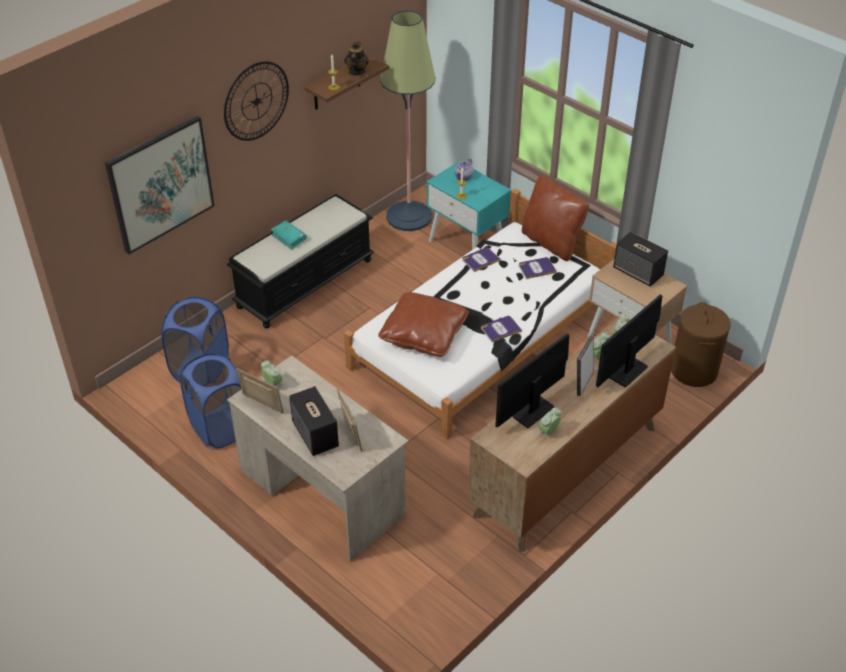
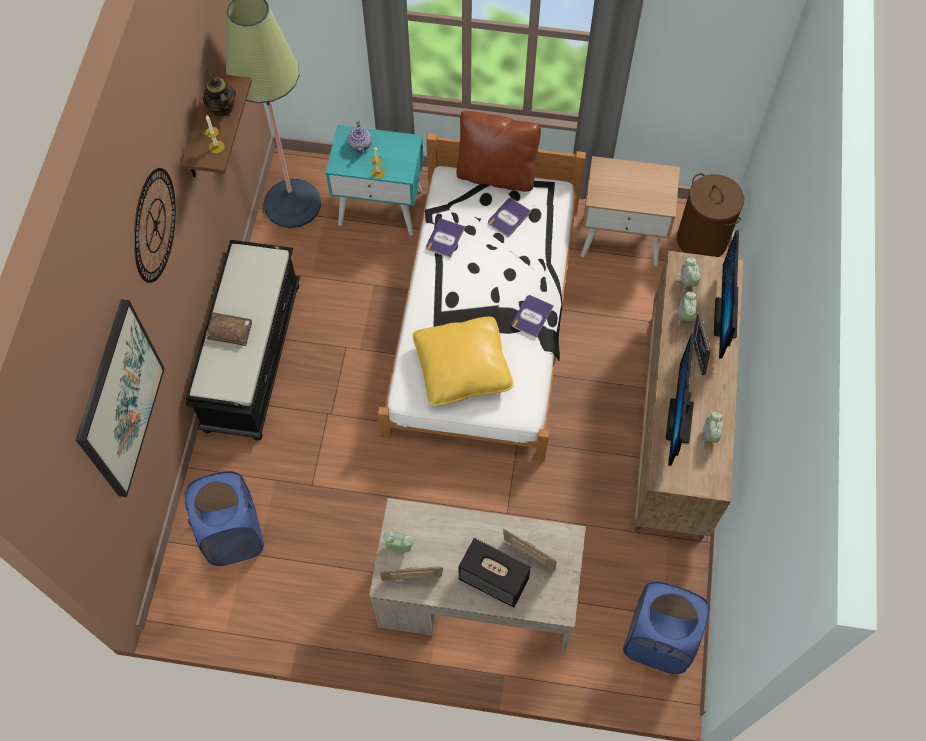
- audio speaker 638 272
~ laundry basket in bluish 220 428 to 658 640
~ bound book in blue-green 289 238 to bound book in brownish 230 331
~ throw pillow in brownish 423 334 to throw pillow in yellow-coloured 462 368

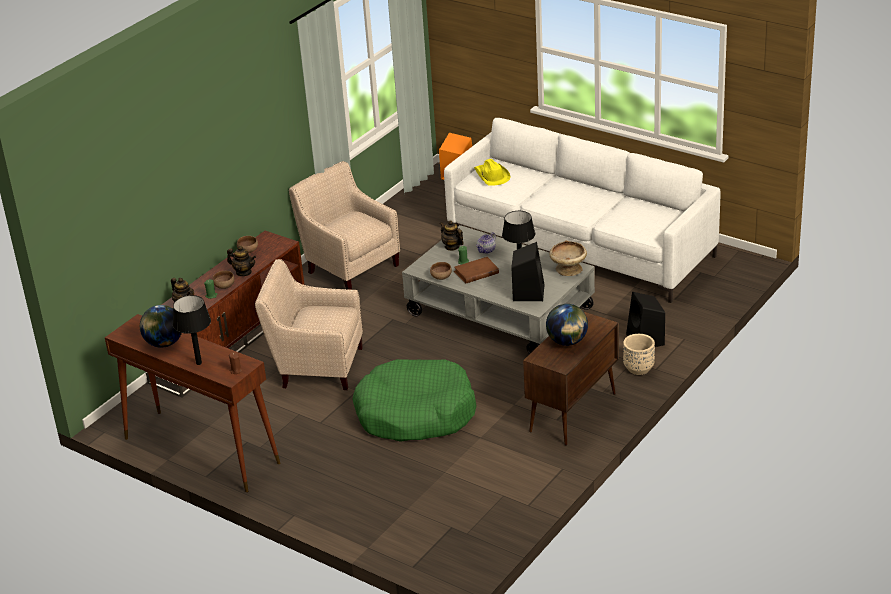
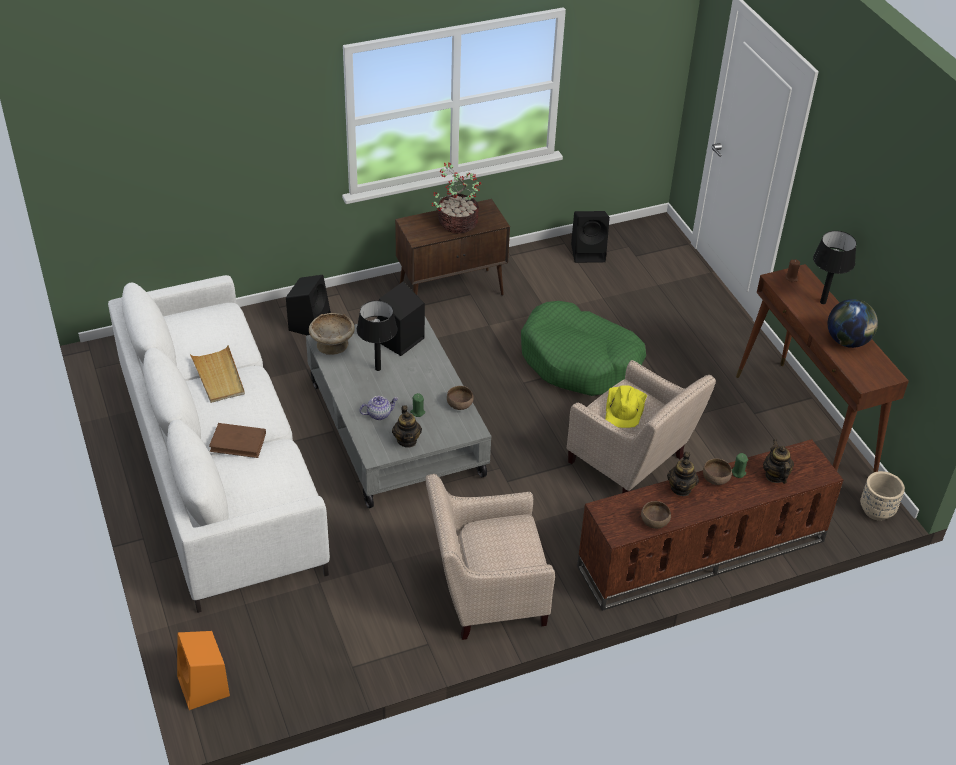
+ carrying tray in beige-coloured 218 376
+ audio speaker in black 589 252
~ bound book in brownish 476 272 to 238 442
~ clothing hat in yellow-coloured 491 176 to 625 408
~ plant pot in beige-coloured 638 368 to 876 511
~ world globe 567 341 to houseplant 456 223
~ pot for tea 243 272 = 681 488 135 degrees counterclockwise
~ easy chair in beige-coloured 350 266 = 485 593 90 degrees clockwise

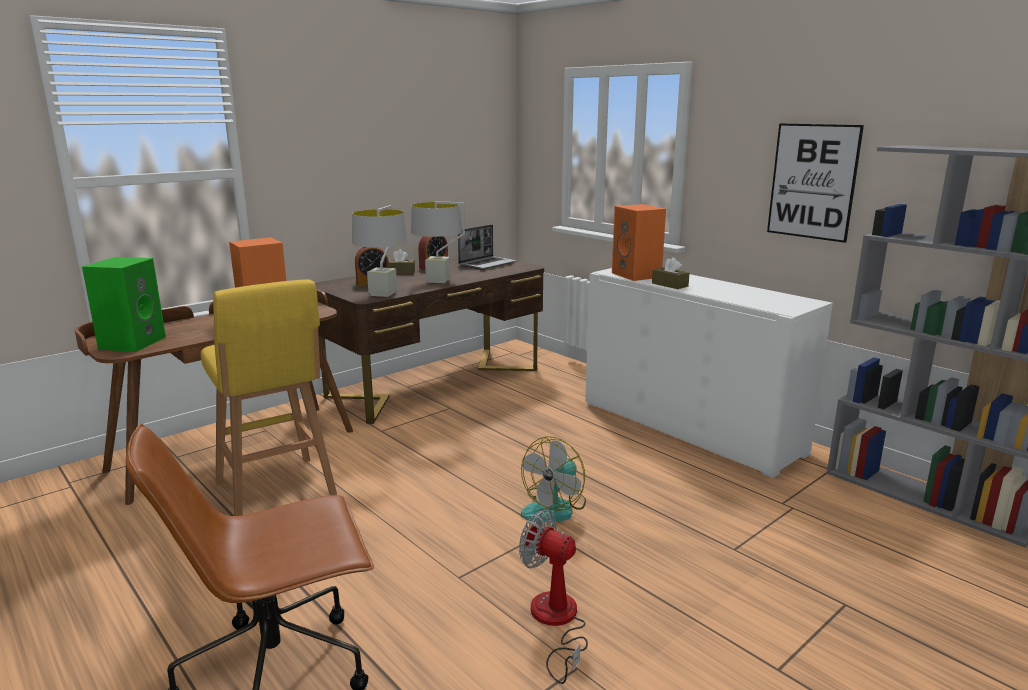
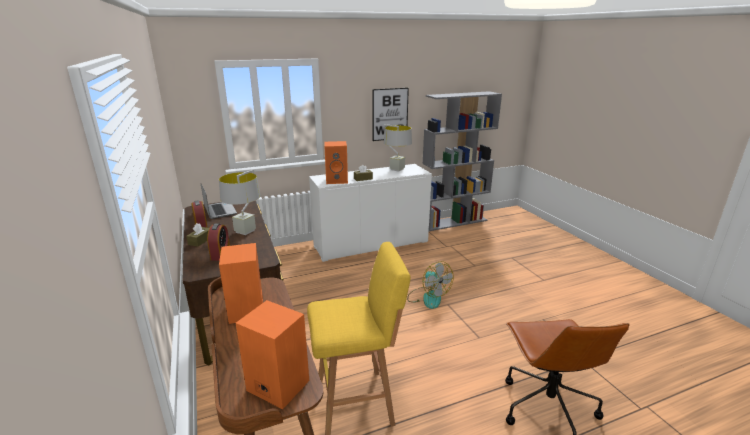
- fan 556 622
~ lamp for a table in gray 383 293 to 397 169
~ audio speaker in greenish 132 342 to audio speaker in orange-coloured 276 386

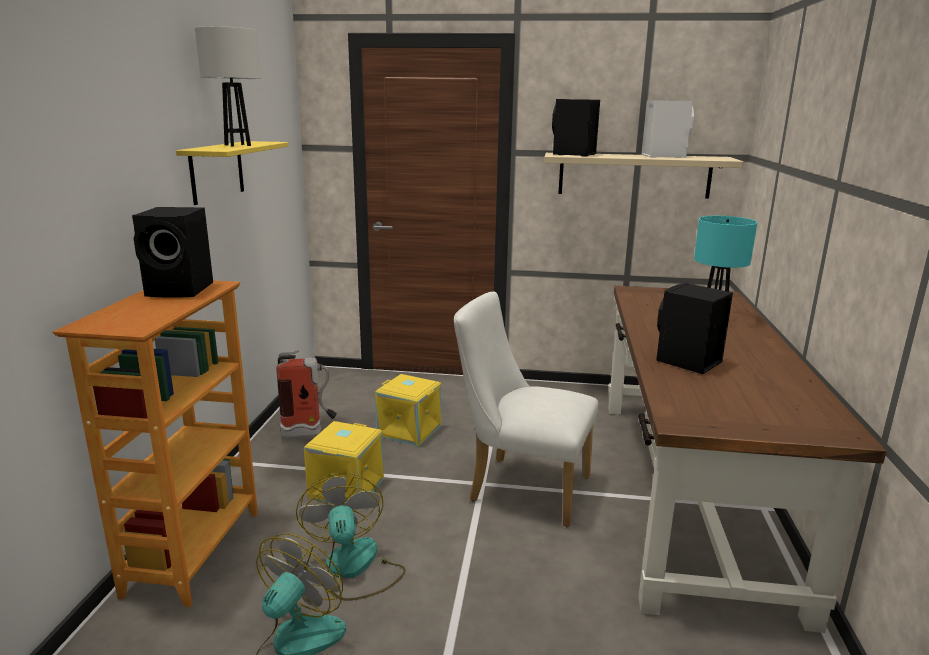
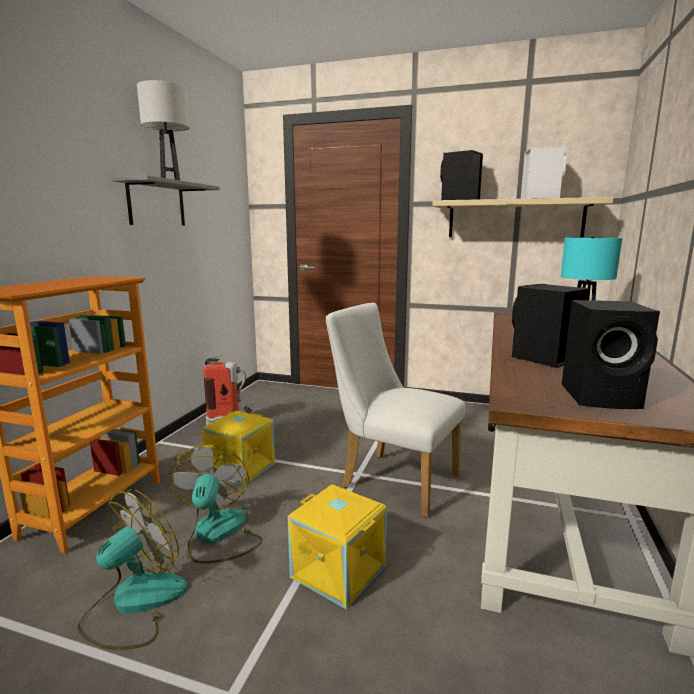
~ audio speaker in black 182 290 to 602 397
~ storage box in yellow-coloured 410 430 to 340 570
~ wall shelf in yellow-coloured 217 171 to wall shelf in gray 156 204

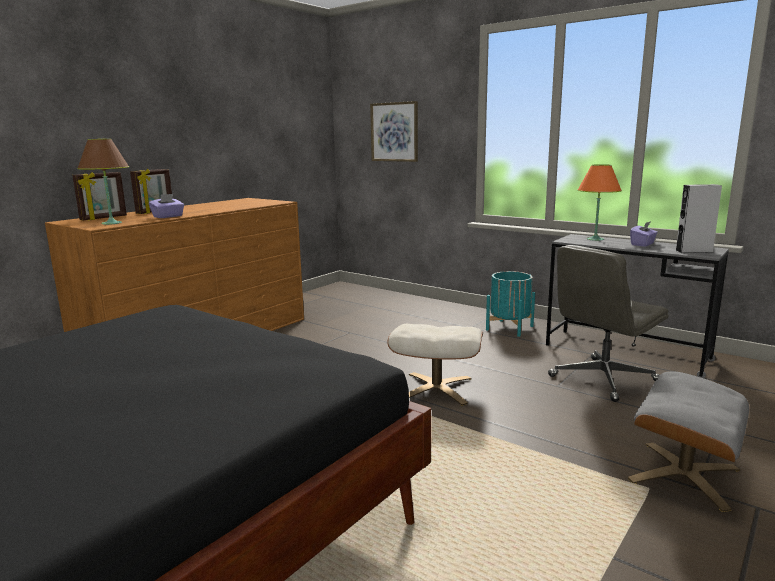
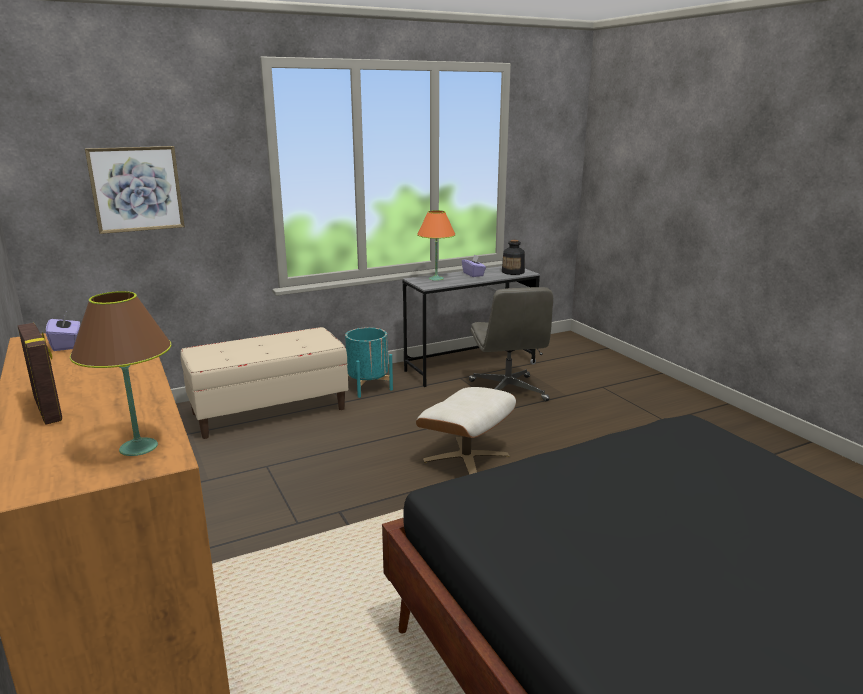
- standing frame 104 218
- pouffe in gray 683 474
+ long seat in beige-coloured 269 411
~ tissue holder in purple 168 216 to 67 345
~ audio speaker in gray 694 251 to bottle 513 272

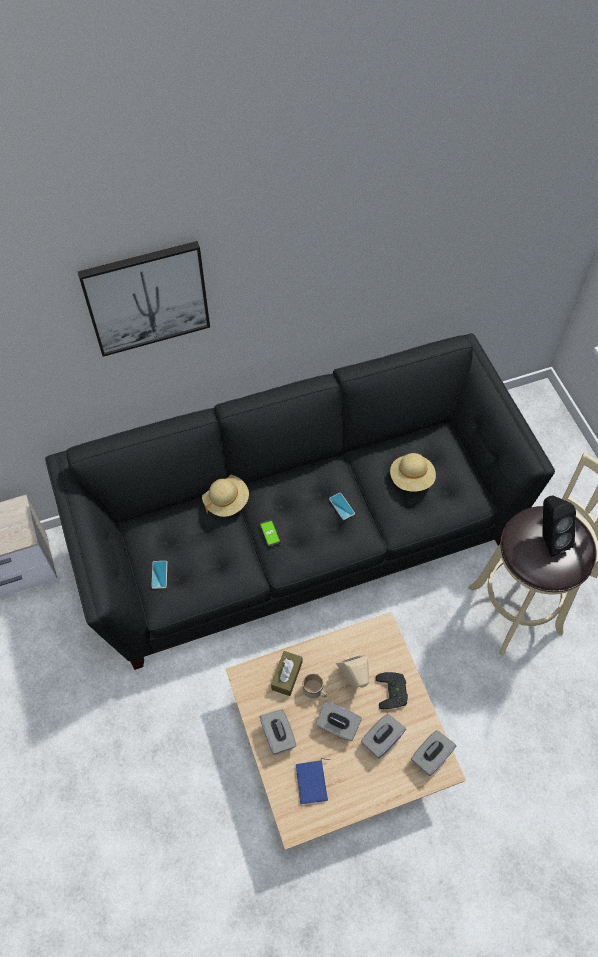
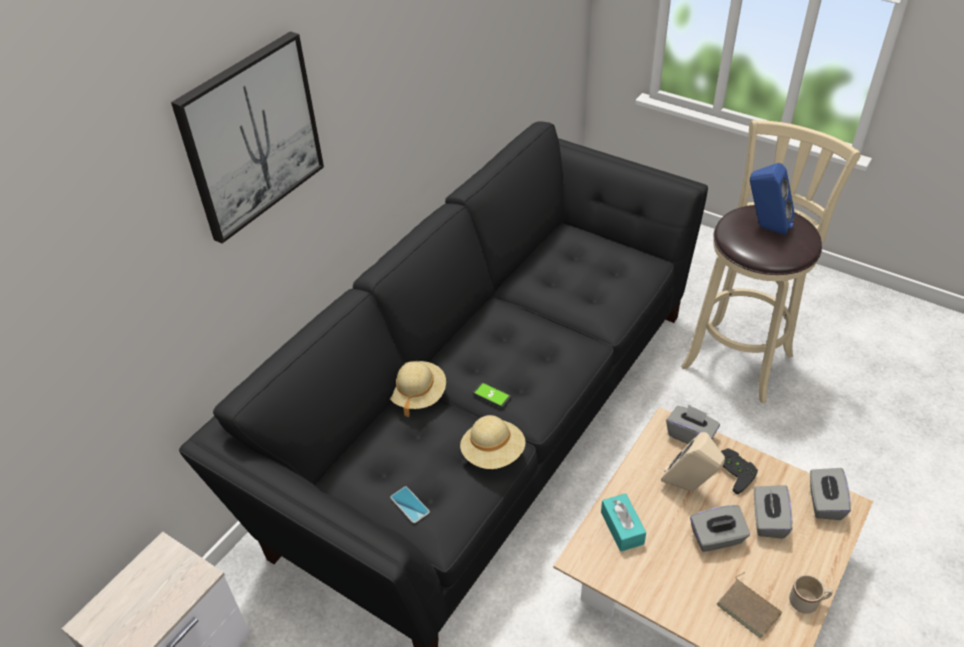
- phone 341 506
~ tissue holder in gray 278 736 to 690 435
~ coffee mug in beige-coloured 315 691 to 807 602
~ clothing hat in beige-coloured 411 479 to 493 453
~ tissue holder in brownish 287 676 to tissue holder in blue-green 622 528
~ bound book in bluish 313 782 to bound book in brownish 749 608
~ audio speaker in black 548 539 to audio speaker in bluish 765 227

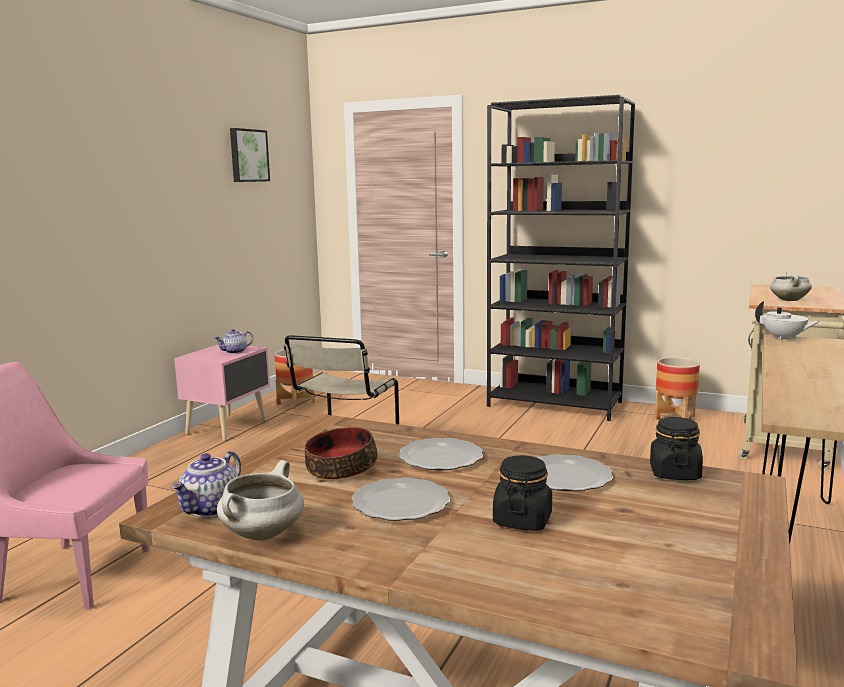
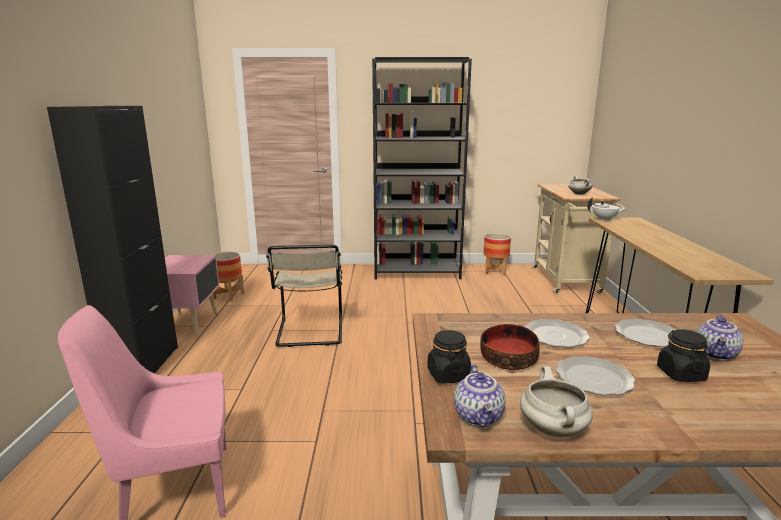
- wall art 248 155
+ cupboard in black 143 366
~ pot for tea 235 352 to 716 354
~ storage jar in black 674 473 to 448 375

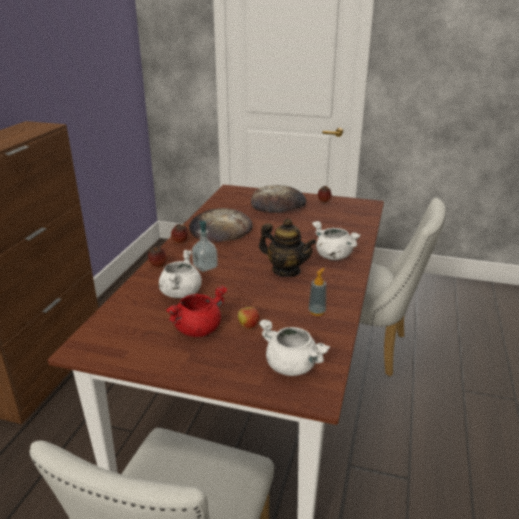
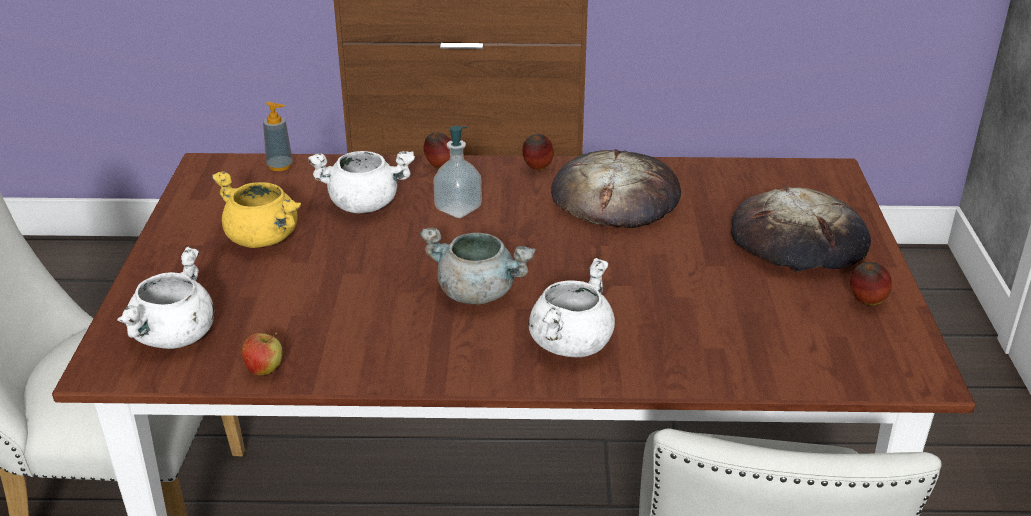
~ apple 248 326 to 265 370
~ soap dispenser 317 311 to 280 166
~ pot for tea 286 270 to stockpot in gray 478 292
~ stockpot in reddish 198 329 to stockpot in yellow-coloured 264 238

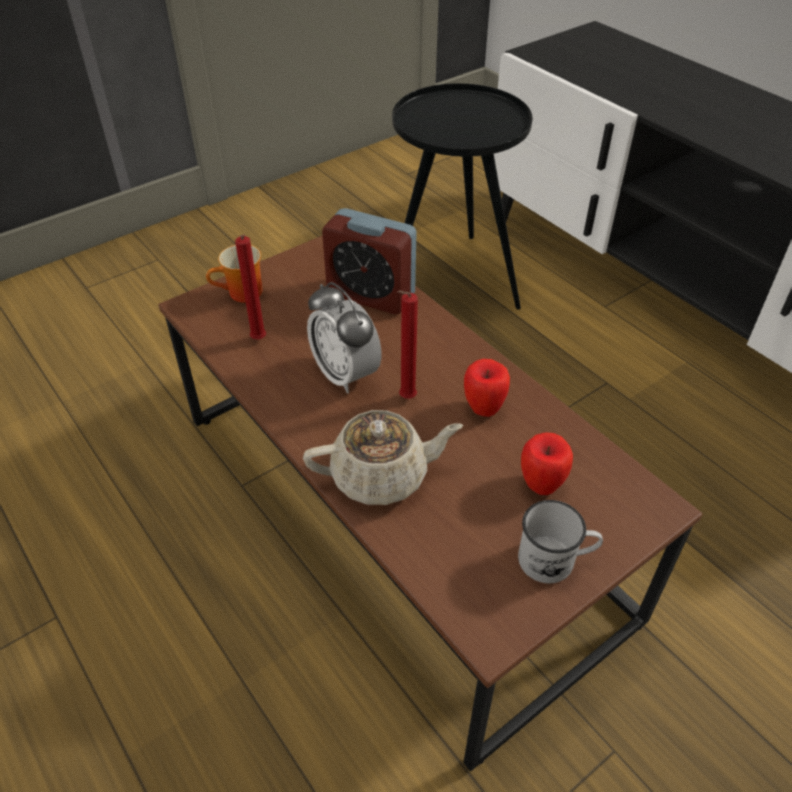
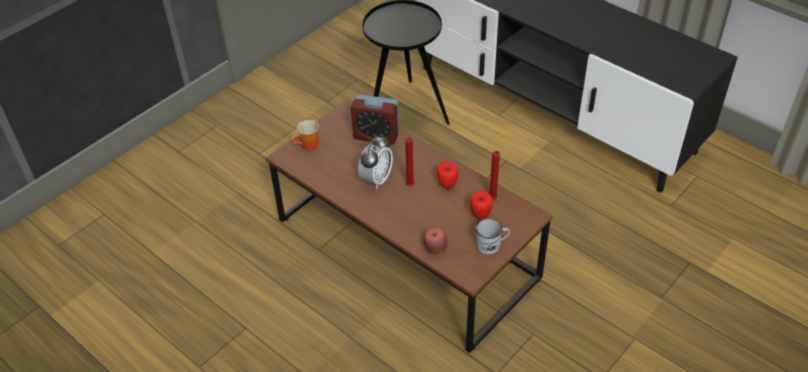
- pot for tea in beige-coloured 382 476
+ apple 435 249
~ wax light in reddish 258 341 to 493 200
~ bedside clock 345 374 = 376 179 105 degrees counterclockwise

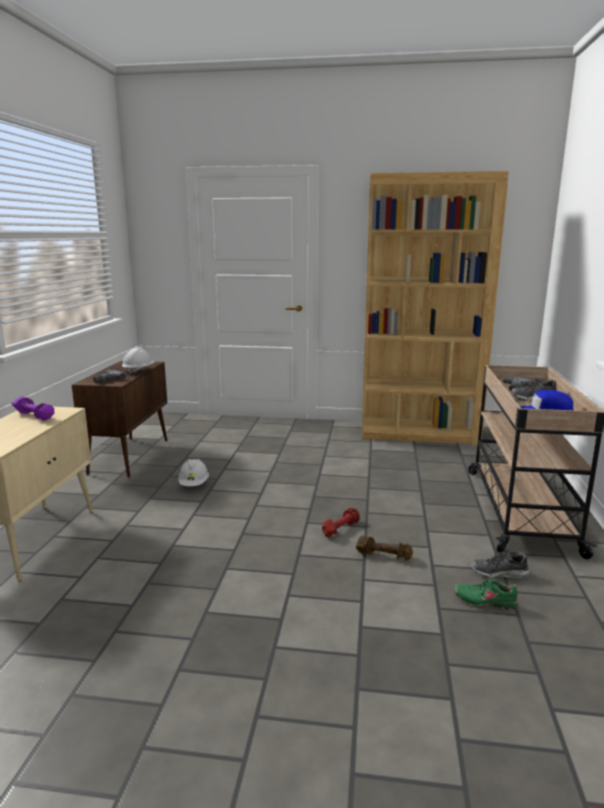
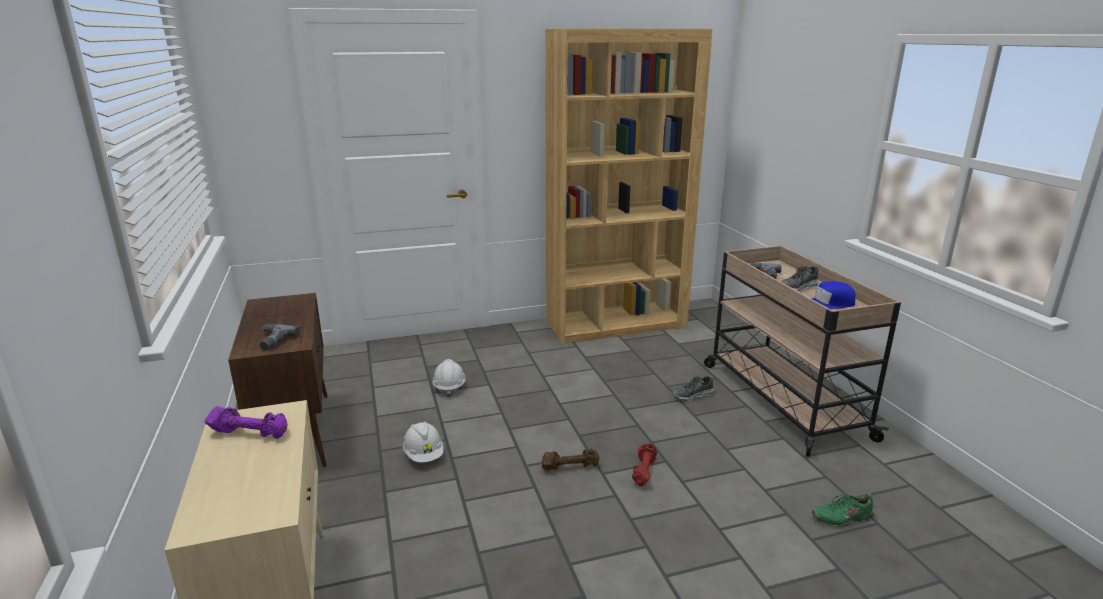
~ safety helmet in white-coloured 138 371 to 449 387
~ free weight in brownish 384 555 to 570 467
~ item of footwear 499 573 to 693 395

